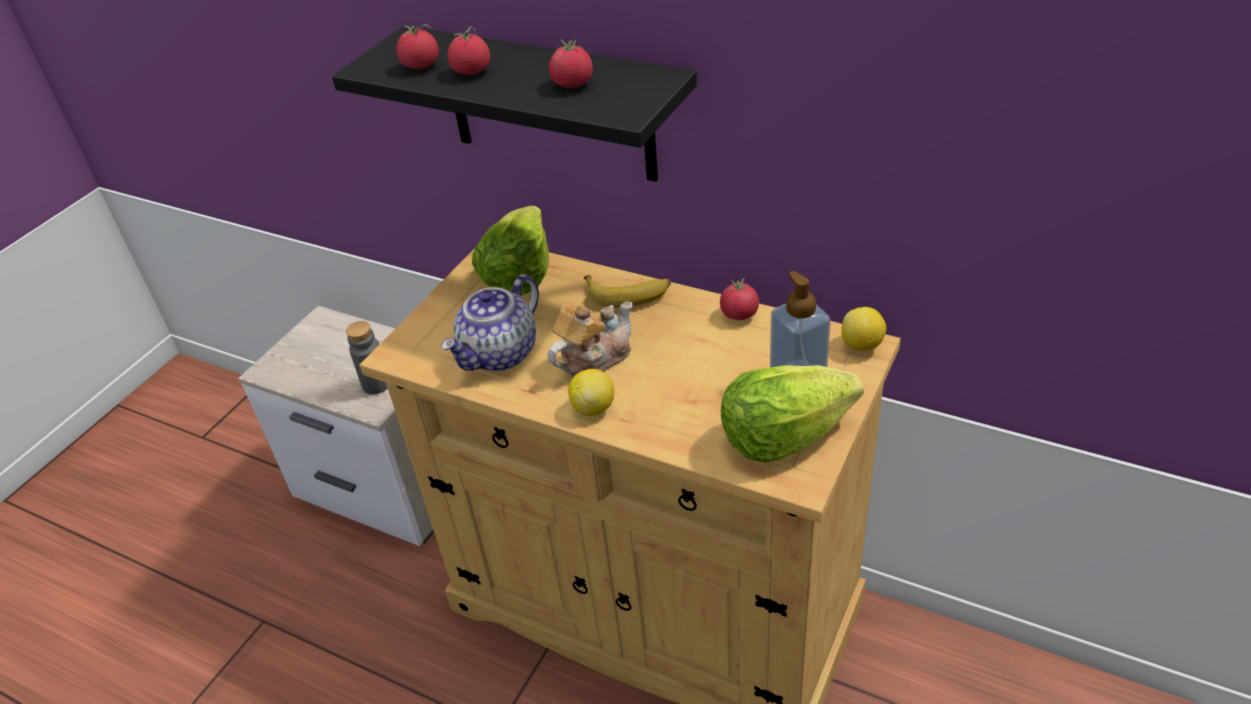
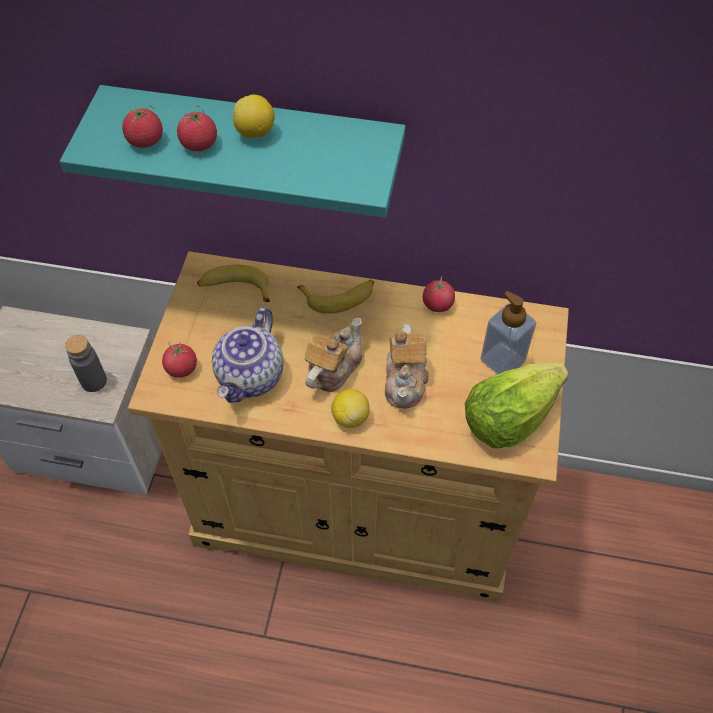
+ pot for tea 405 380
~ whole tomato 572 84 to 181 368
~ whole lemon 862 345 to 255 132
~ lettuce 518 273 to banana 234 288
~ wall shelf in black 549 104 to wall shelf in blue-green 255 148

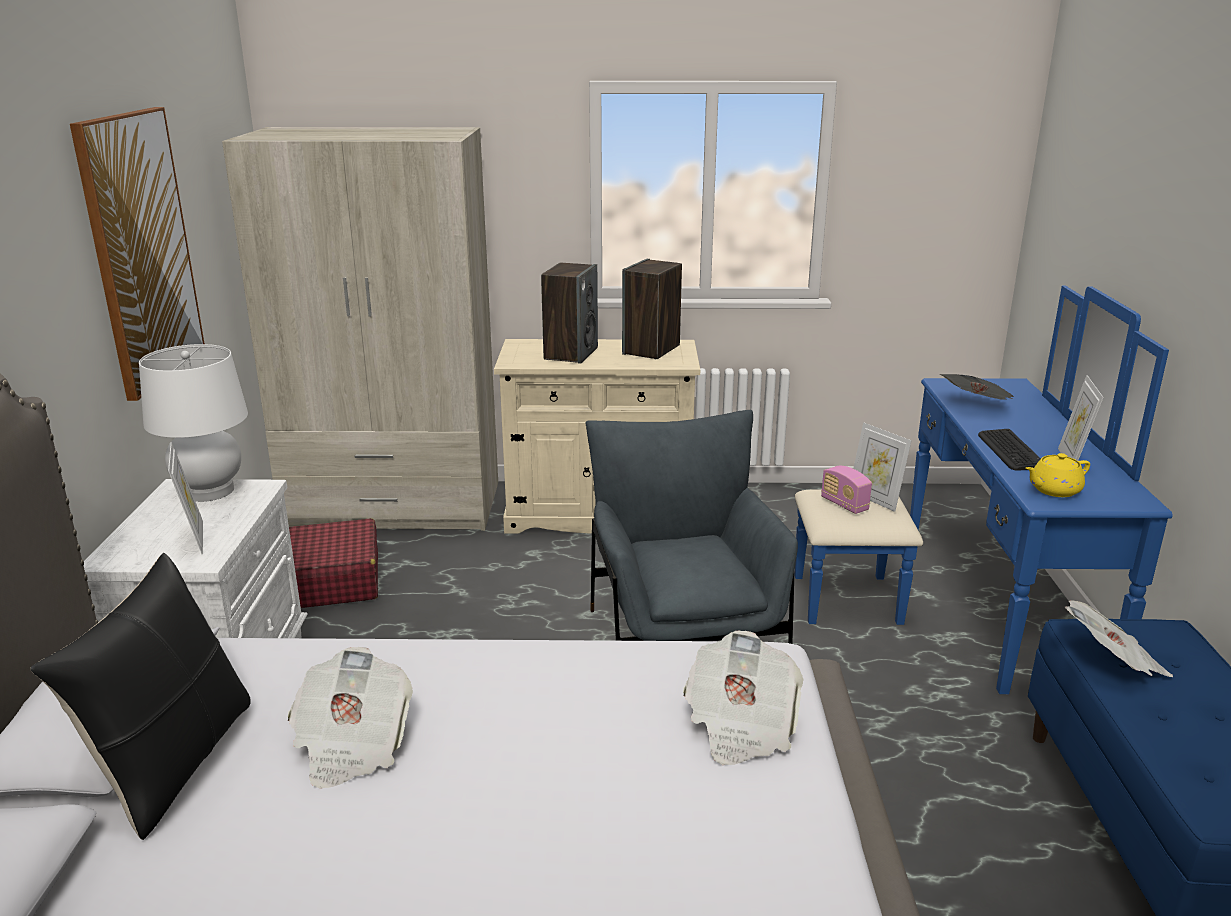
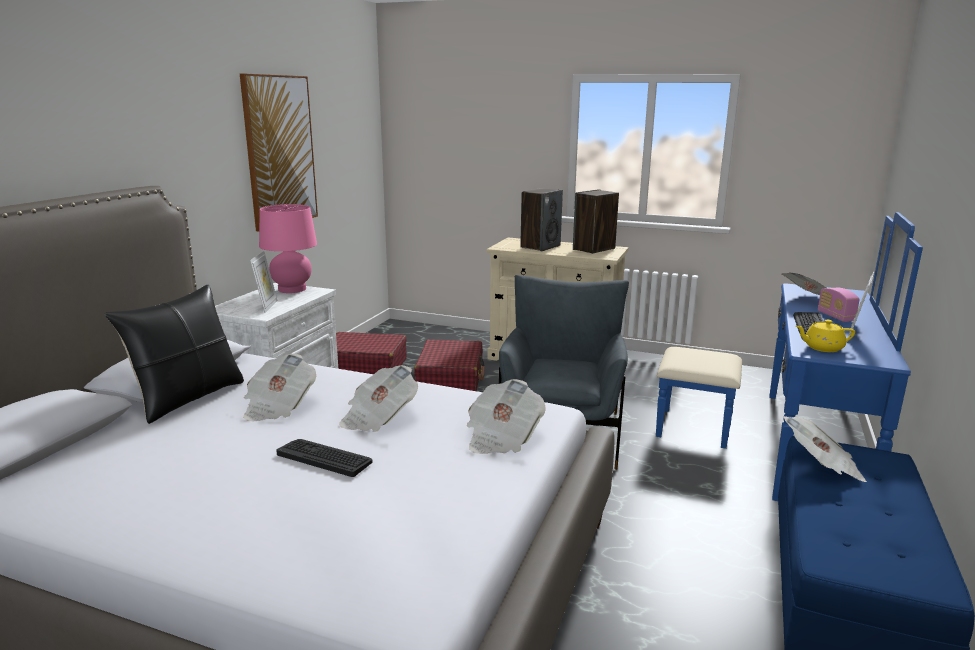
- clothes cupboard in beige-coloured 395 506
- standing frame 875 499
+ computer keyboard 324 457
+ printed paper 378 418
+ piece of luggage in reddish 450 378
~ radio 844 504 to 835 317
~ lamp for a table in white-coloured 209 491 to lamp for a table in pink 292 289

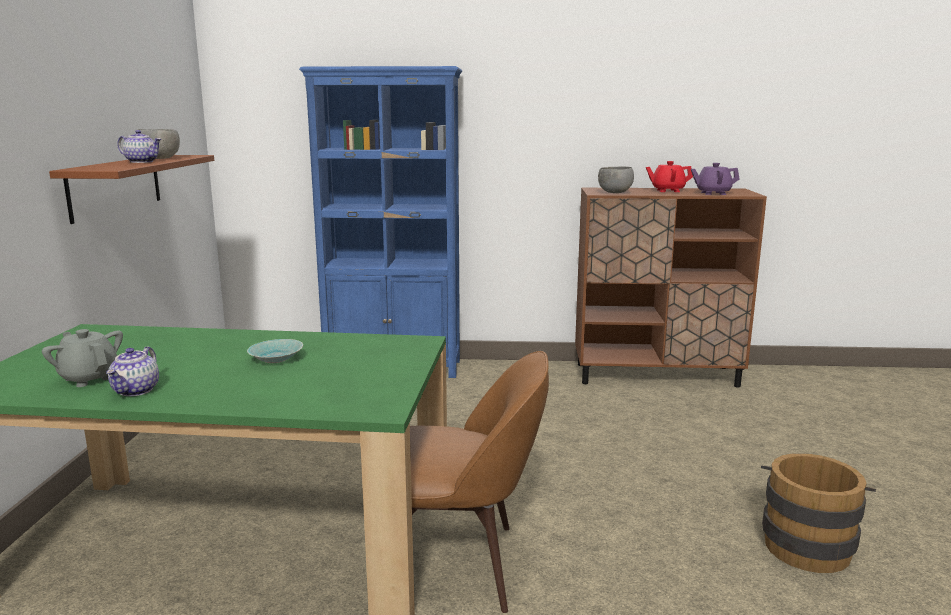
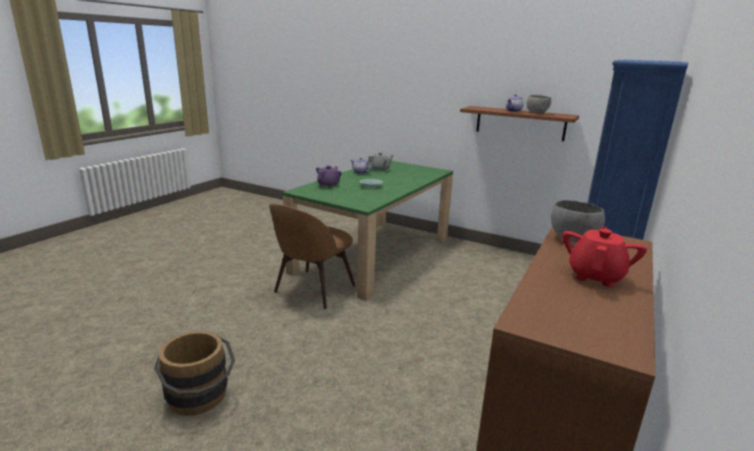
~ pot for tea in purple 713 193 to 328 185

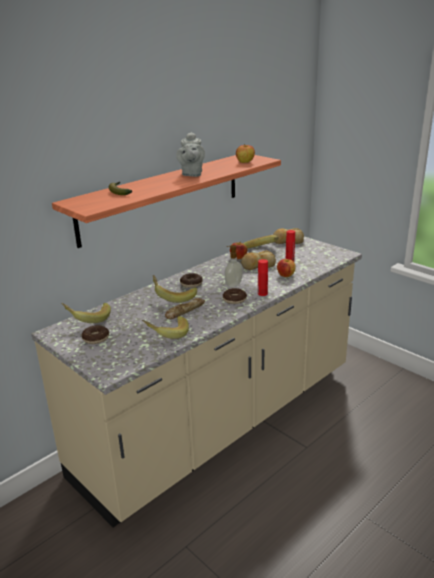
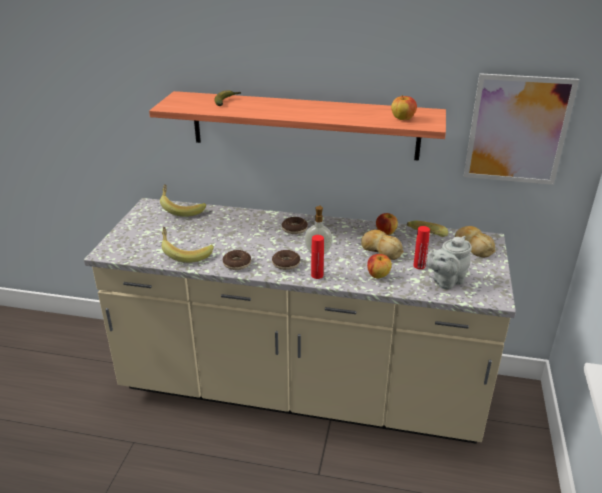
- banana 173 297
- bread 184 311
+ wall art 517 130
~ doughnut 96 338 to 237 264
~ pot for tea in gray 191 174 to 446 281

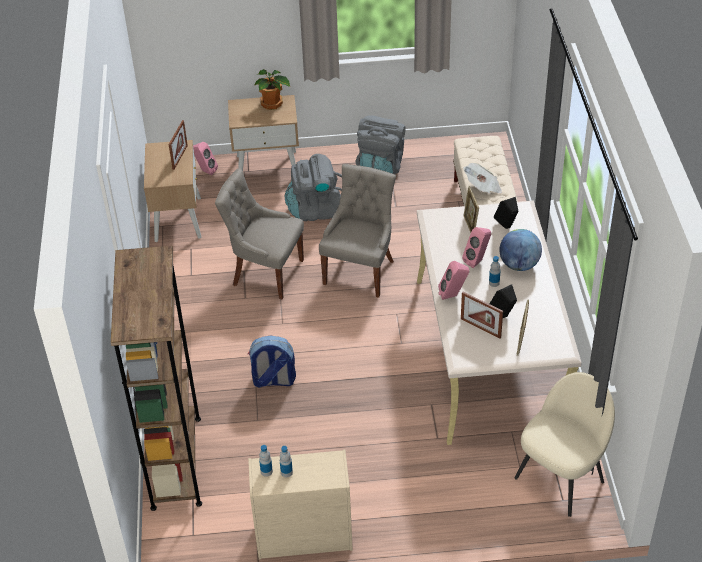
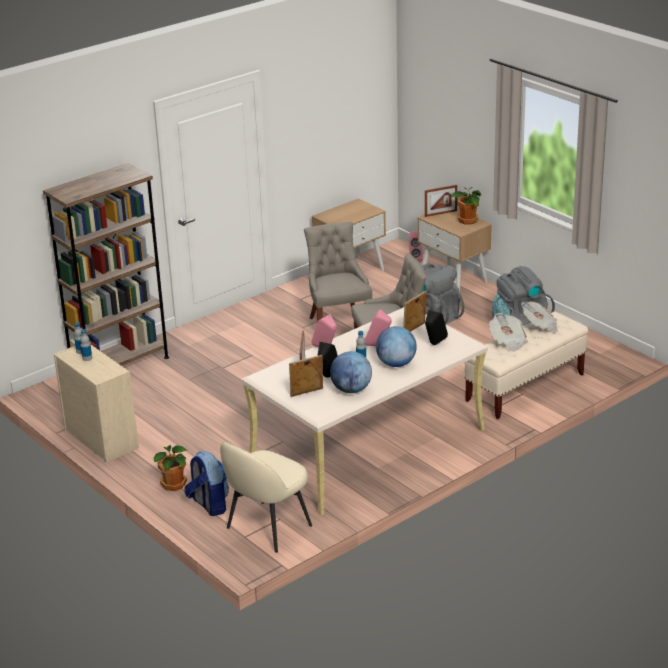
+ houseplant 175 484
+ world globe 351 390
+ printed paper 540 326
~ standing frame 180 157 to 440 213
~ rucksack 273 380 to 209 505
~ chair in beige-coloured 561 478 = 267 528 120 degrees clockwise

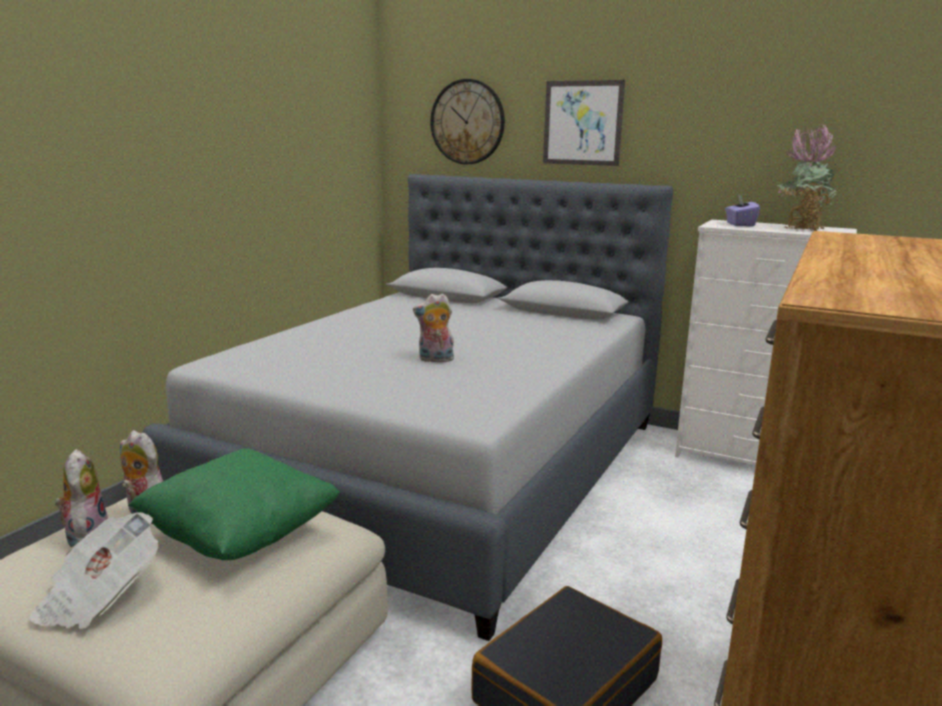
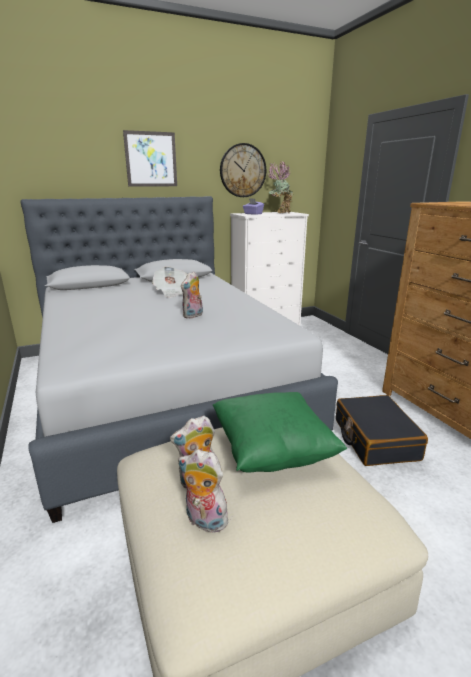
~ printed paper 99 598 to 171 292
~ hanging clock 467 122 to 243 170

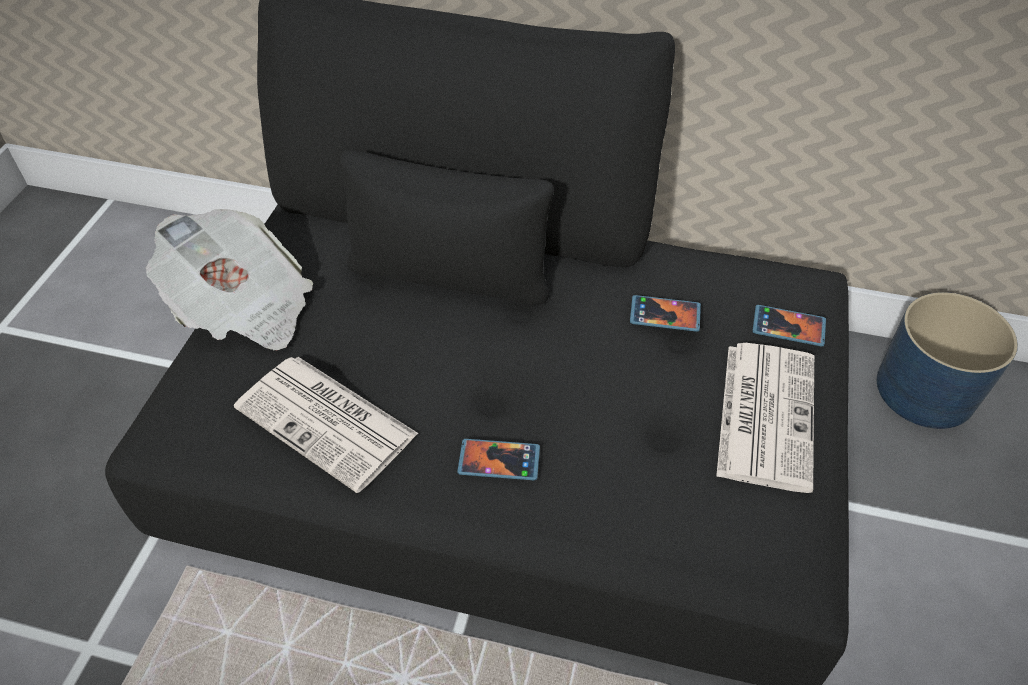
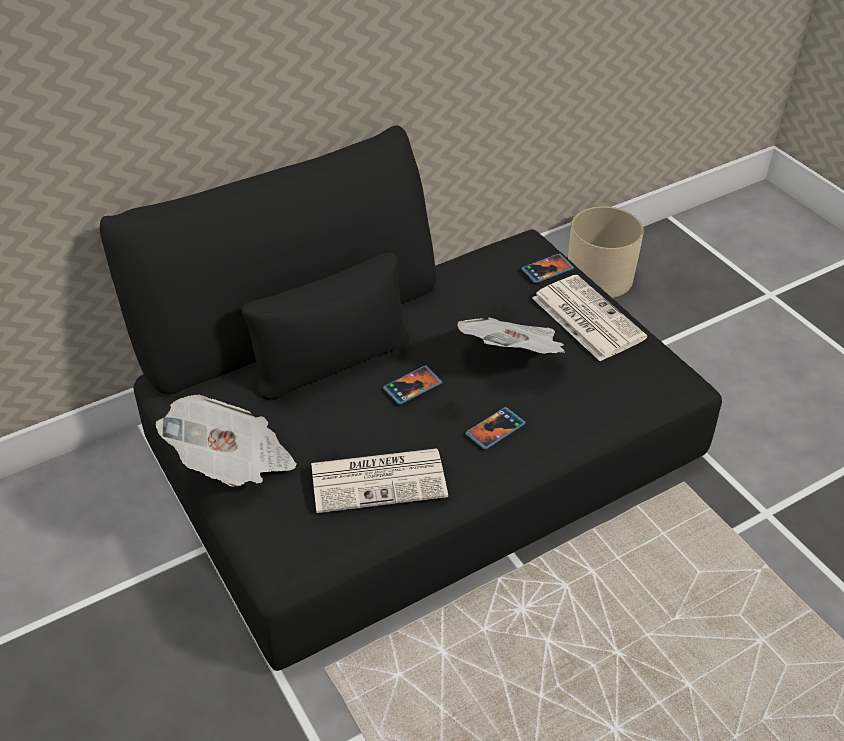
+ printed paper 514 356
~ phone 664 315 to 412 386
~ plant pot in bluish 925 390 to plant pot in beige-coloured 599 277

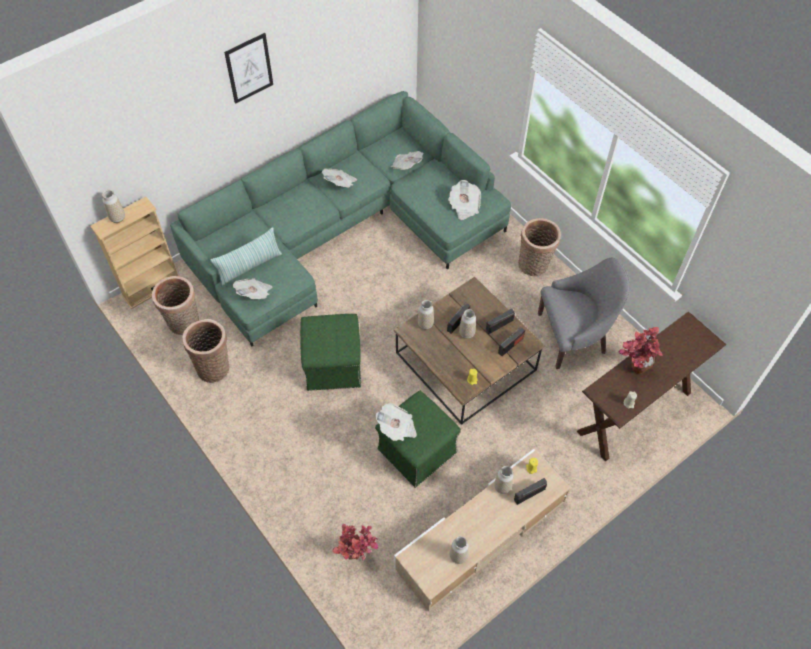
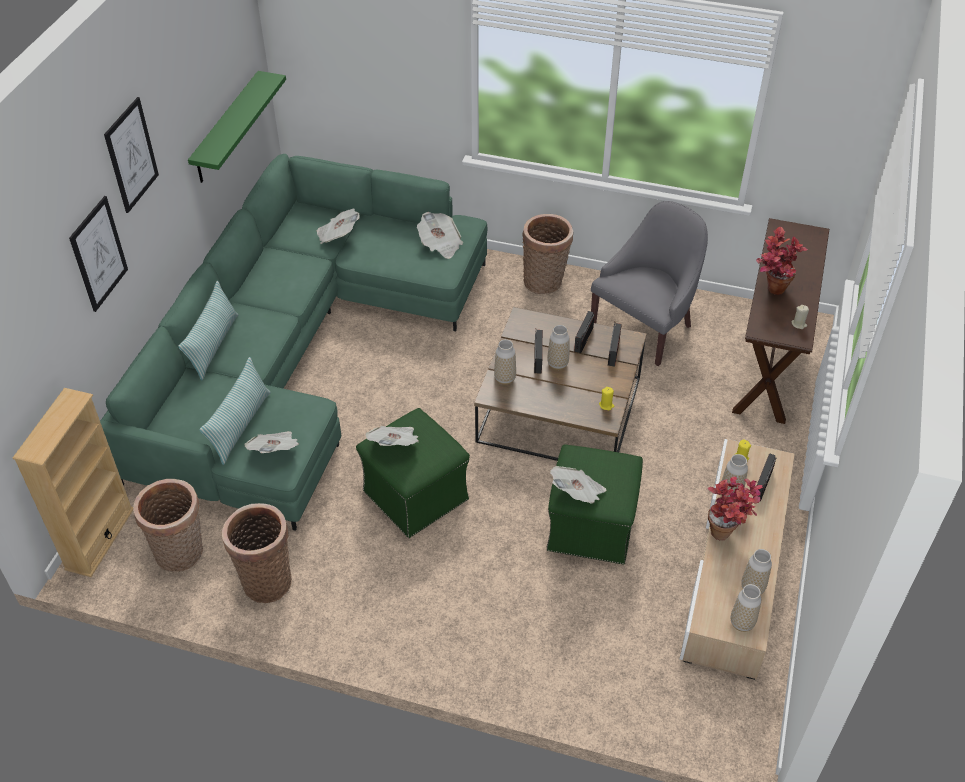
+ wall art 99 254
+ throw pillow 213 345
+ wall shelf in greenish 227 128
~ decorative vase 117 218 to 742 623
~ printed paper 340 183 to 395 445
~ houseplant 357 555 to 727 532

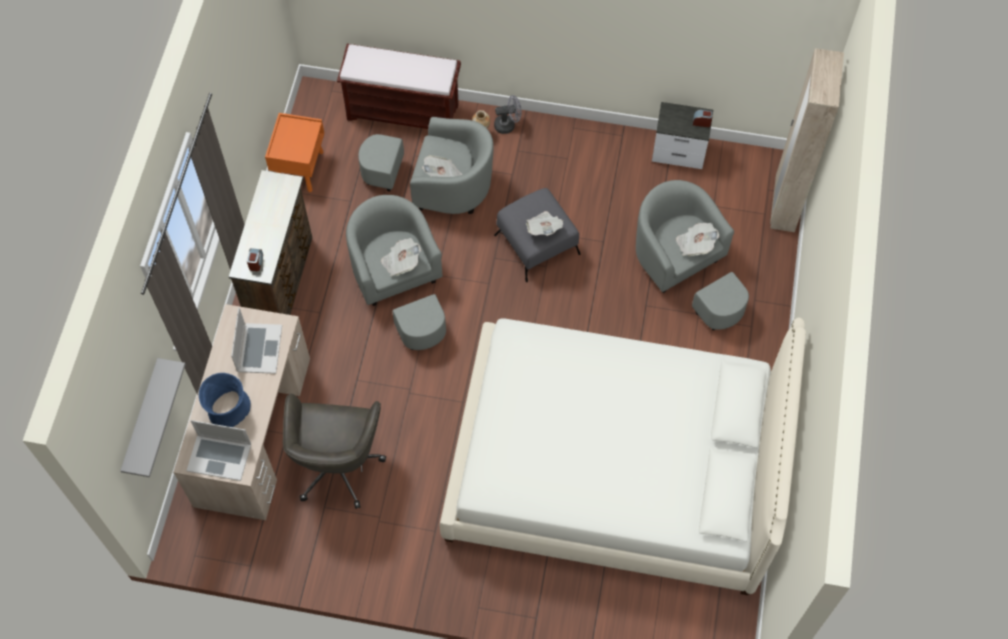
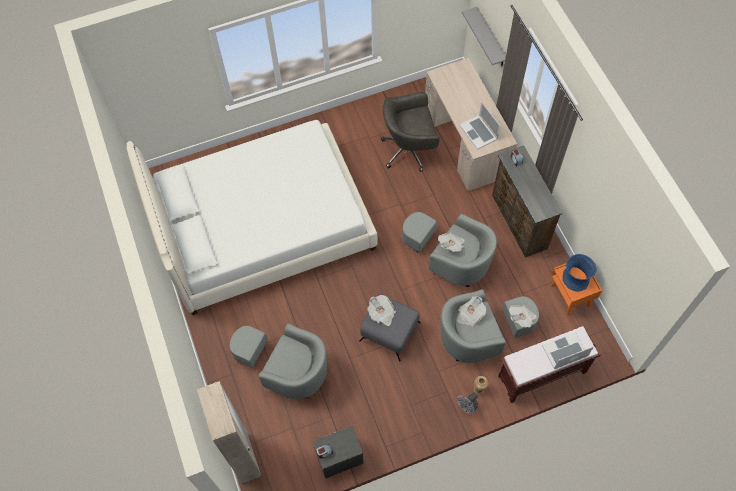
~ portable computer 219 457 to 565 351
~ decorative vase in bluish 228 409 to 576 278
~ printed paper 695 244 to 522 318
~ desk chair in gray 338 464 = 409 149 75 degrees counterclockwise

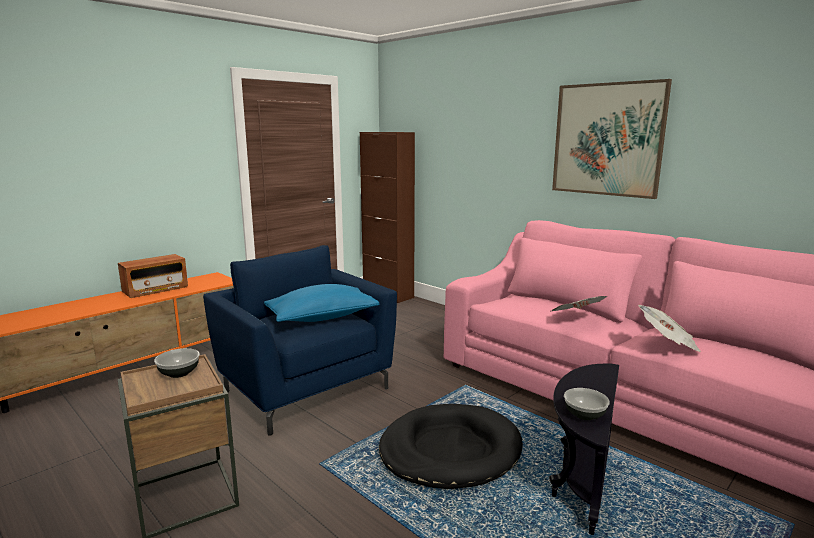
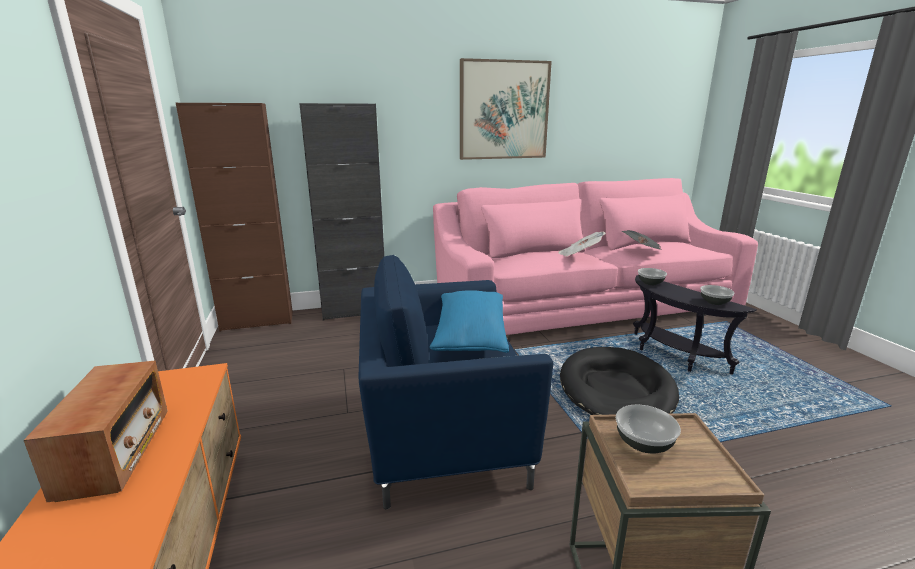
+ cupboard in black 354 311
+ deep dish 651 283

